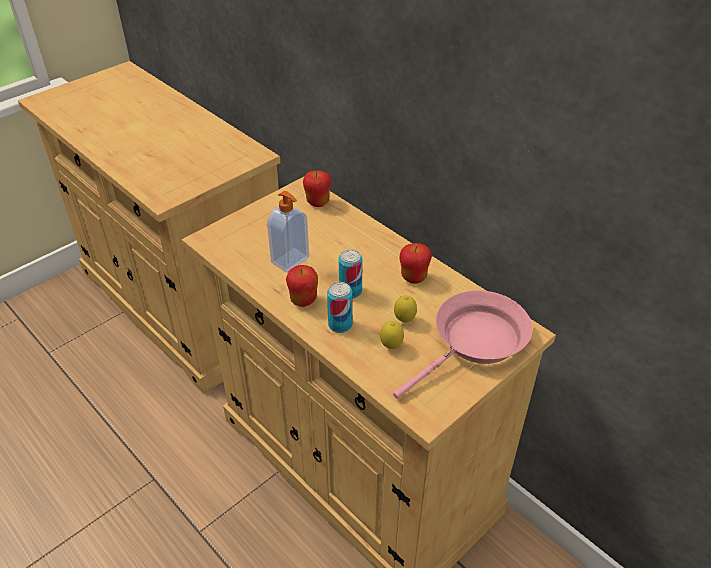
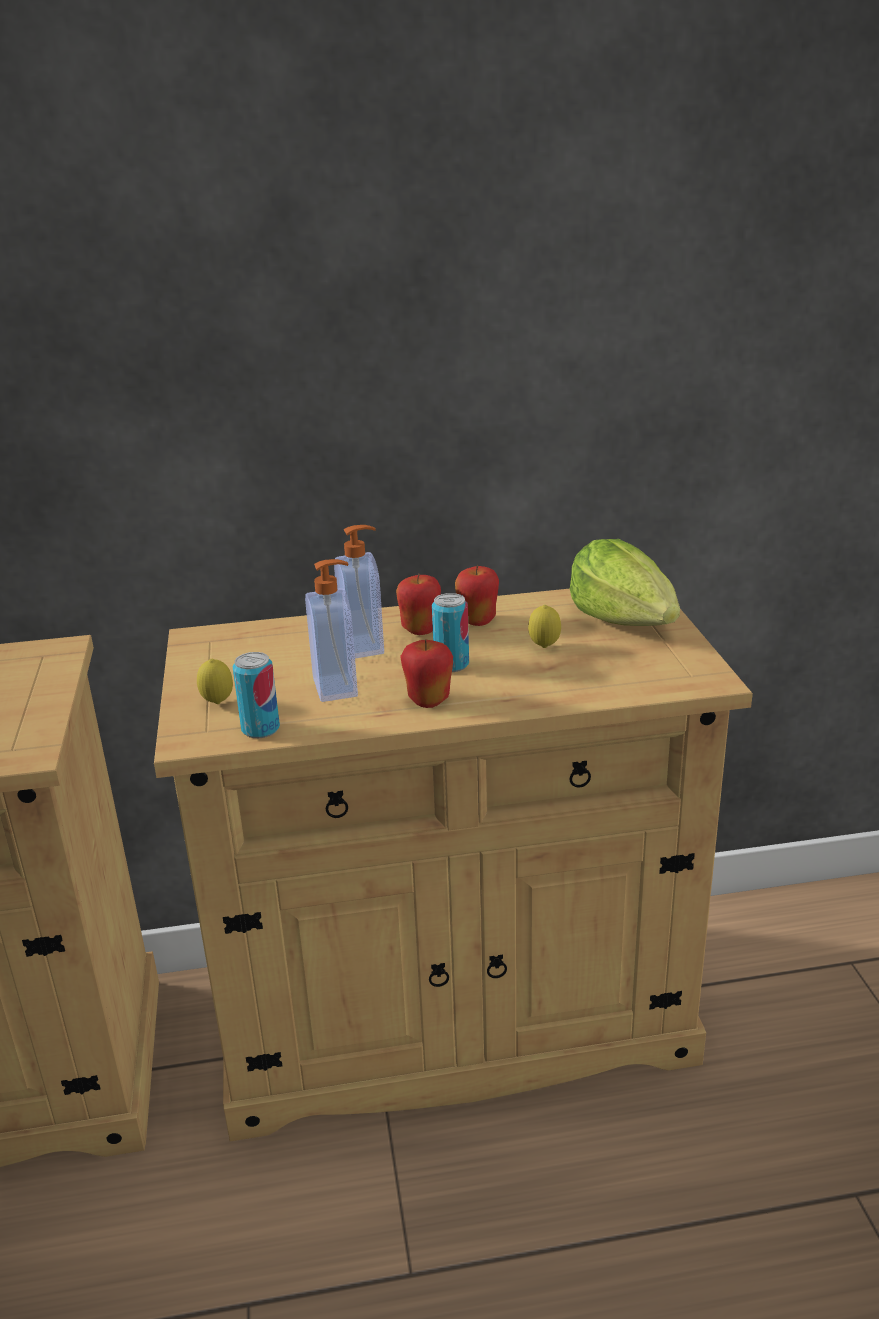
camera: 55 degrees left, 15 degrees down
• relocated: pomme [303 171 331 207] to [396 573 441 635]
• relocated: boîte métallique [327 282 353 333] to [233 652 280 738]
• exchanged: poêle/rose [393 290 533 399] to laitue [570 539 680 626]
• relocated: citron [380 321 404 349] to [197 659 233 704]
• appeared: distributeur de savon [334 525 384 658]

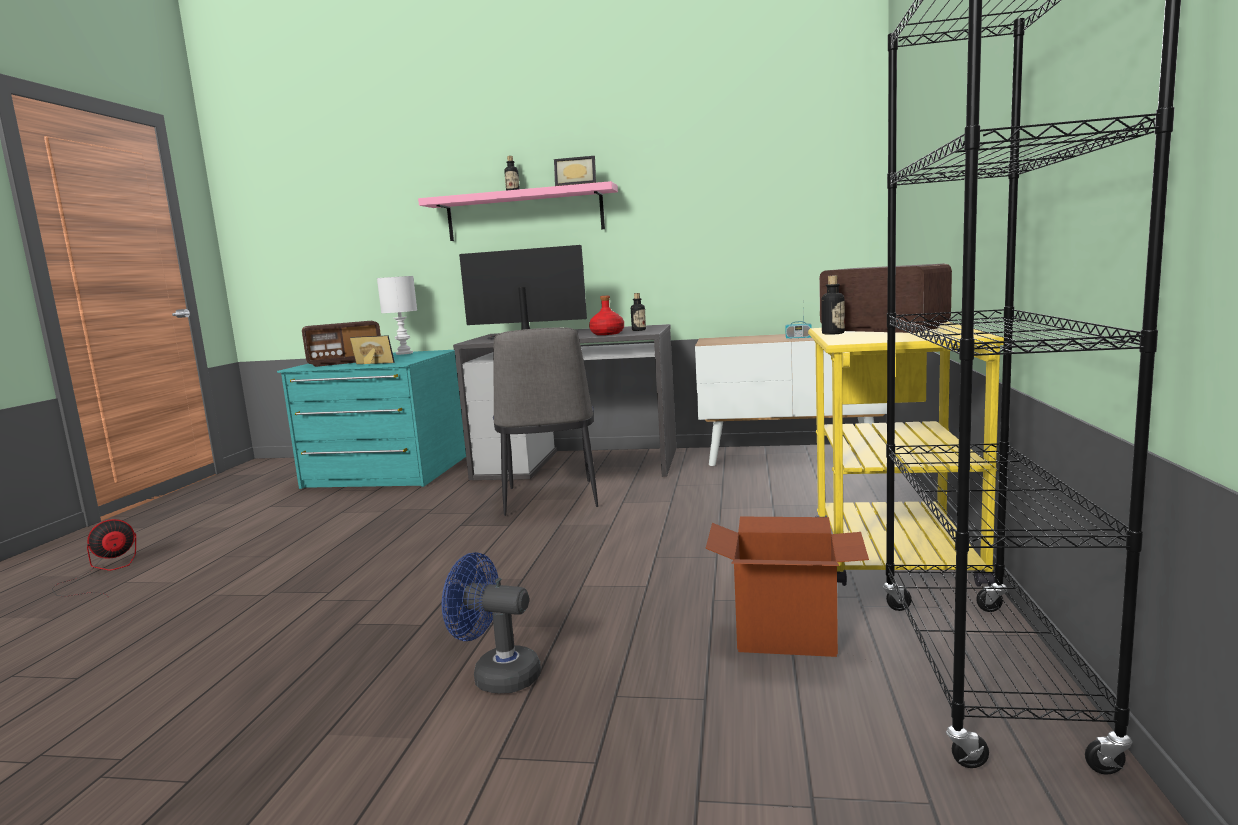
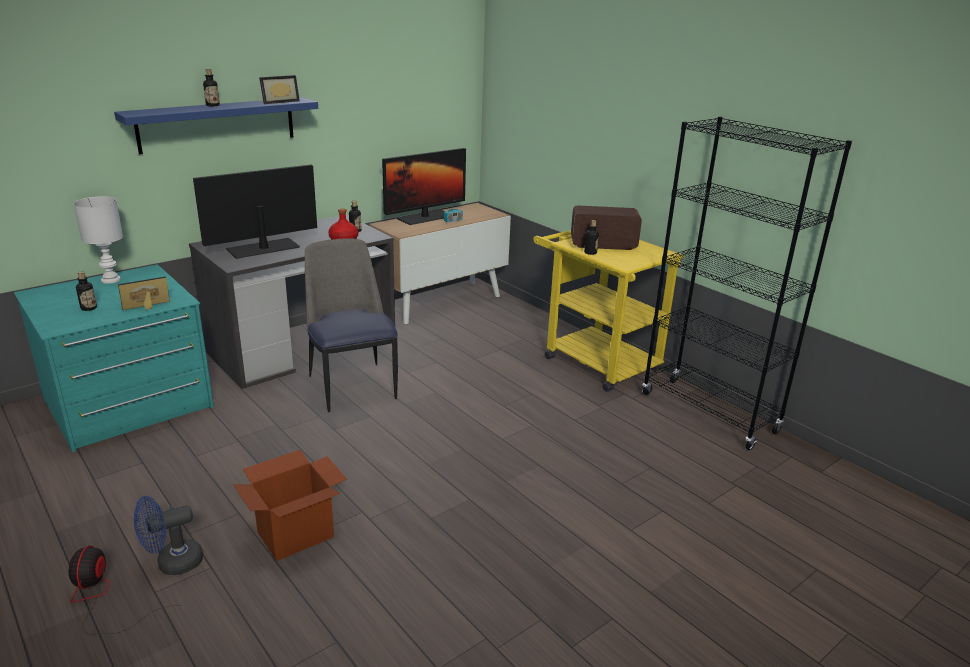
camera: 50 degrees left, 15 degrees up
• colour: étagère/rose [418 181 618 241] to étagère/bleu [114 97 318 154]
• exchanged: radio [302 321 381 367] to bouteille [76 271 97 311]
• spun: chaise [493 327 598 516] = [305 238 398 412] 150 degrees counterclockwise
• relocated: carton [705 517 869 657] to [233 450 347 561]
• relocated: ventilateur/bleu [442 552 541 693] to [134 496 203 575]
• appeared: écran d'ordinateur [382 148 466 225]

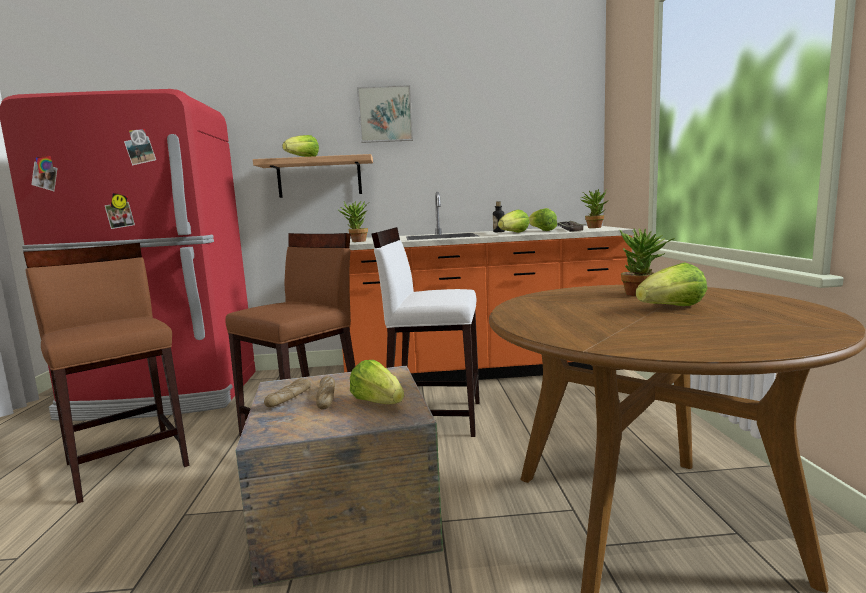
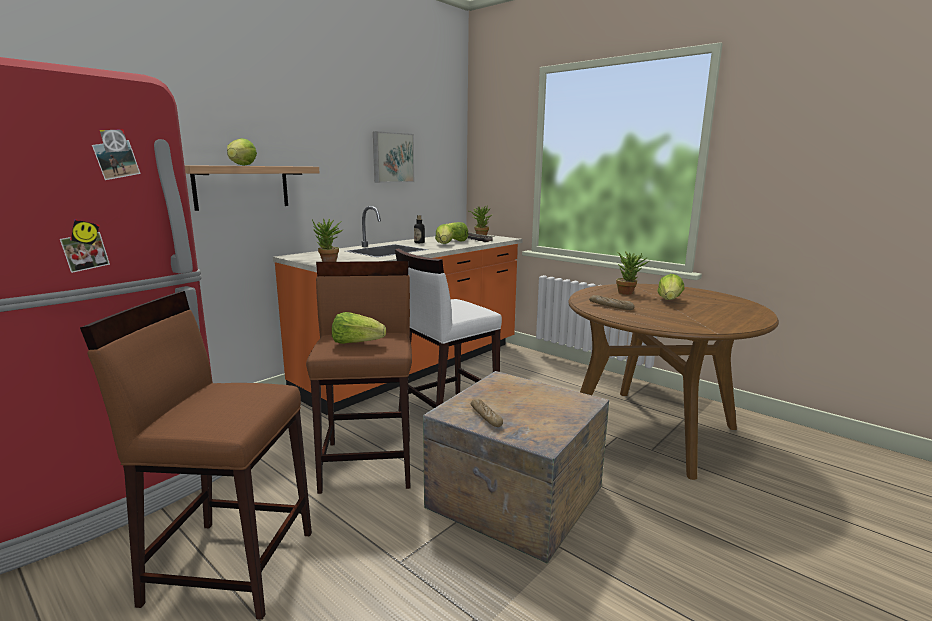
camera: 45 degrees left, 5 degrees up
• relocated: tableau [357 85 413 143] to [373 131 414 183]
• relocated: laitue [350 360 404 404] to [332 312 386 344]
• relocated: pain [316 376 335 410] to [589 295 634 310]

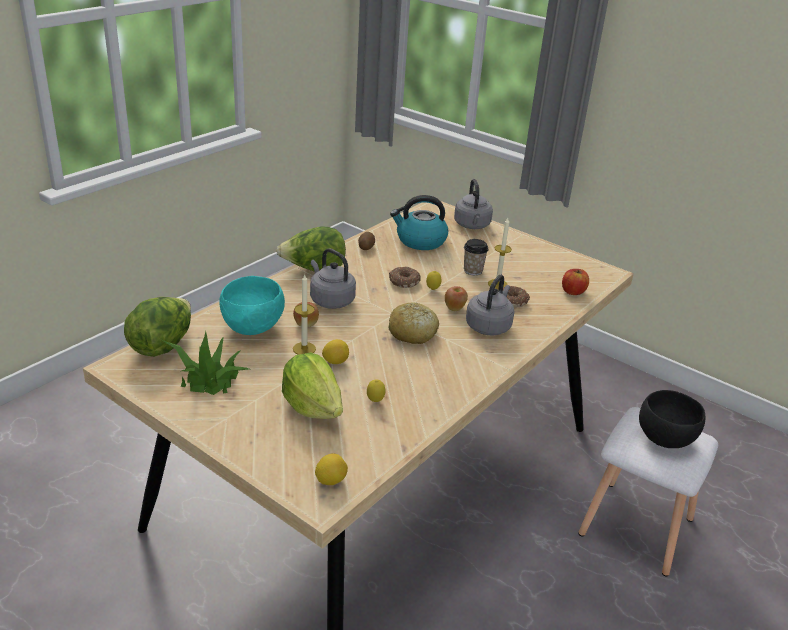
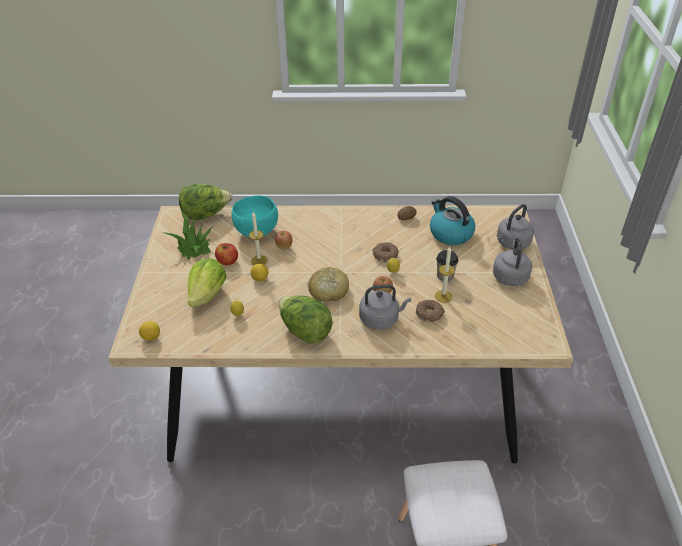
camera: 55 degrees right, 10 degrees up
• relocated: laitue [276 227 346 271] to [278 296 333 344]
• relocated: bouilloire/gris [310 248 356 309] to [493 238 532 286]
• relocated: pomme [562 269 589 295] to [215 243 238 265]
• missing: bol/noir [639 390 705 448]

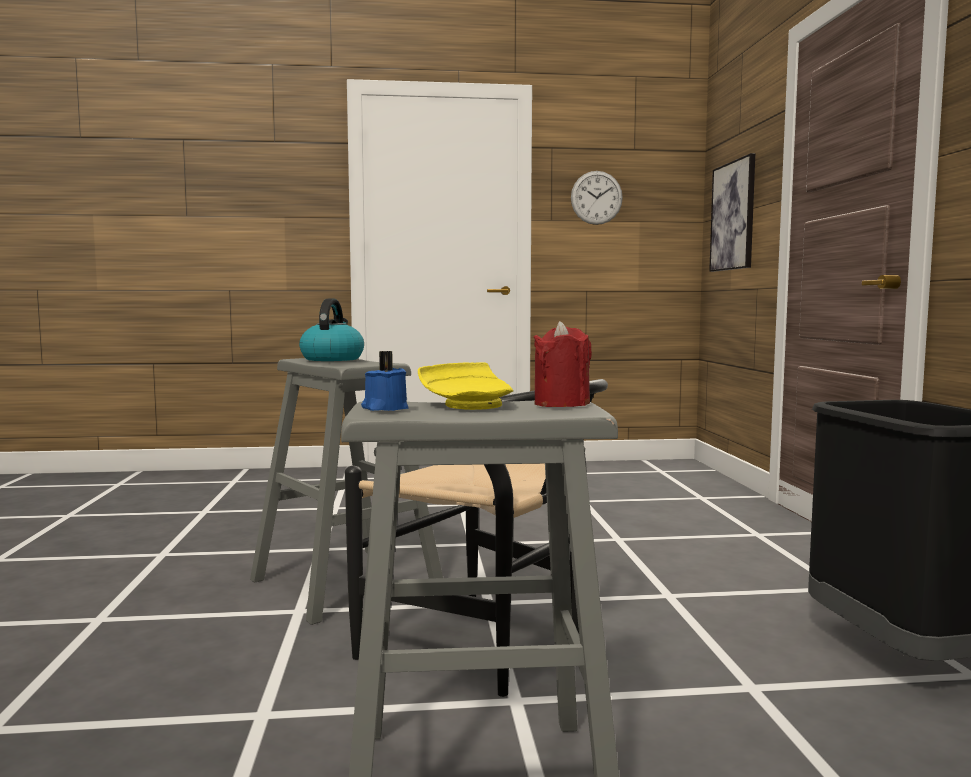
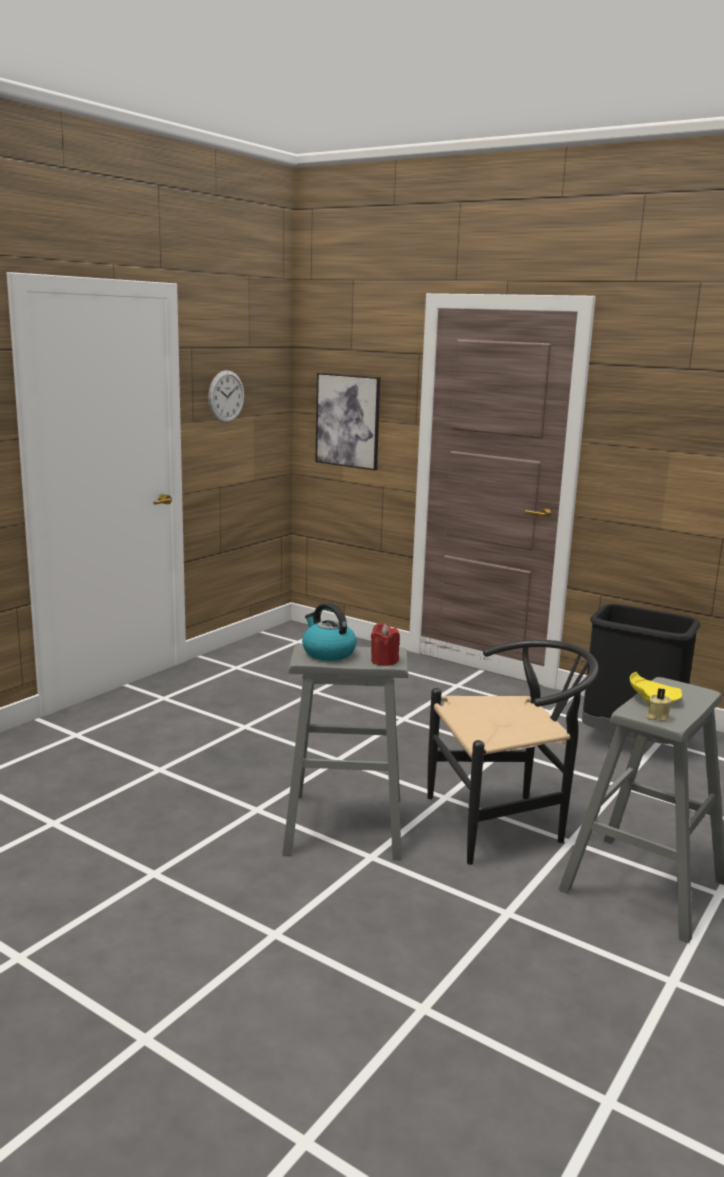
camera: 50 degrees left, 10 degrees up
• relocated: bougie/rouge [534 321 592 407] to [371 623 400 666]
• colour: bougie/bleu [361 351 408 411] to bougie/beige [646 688 672 721]

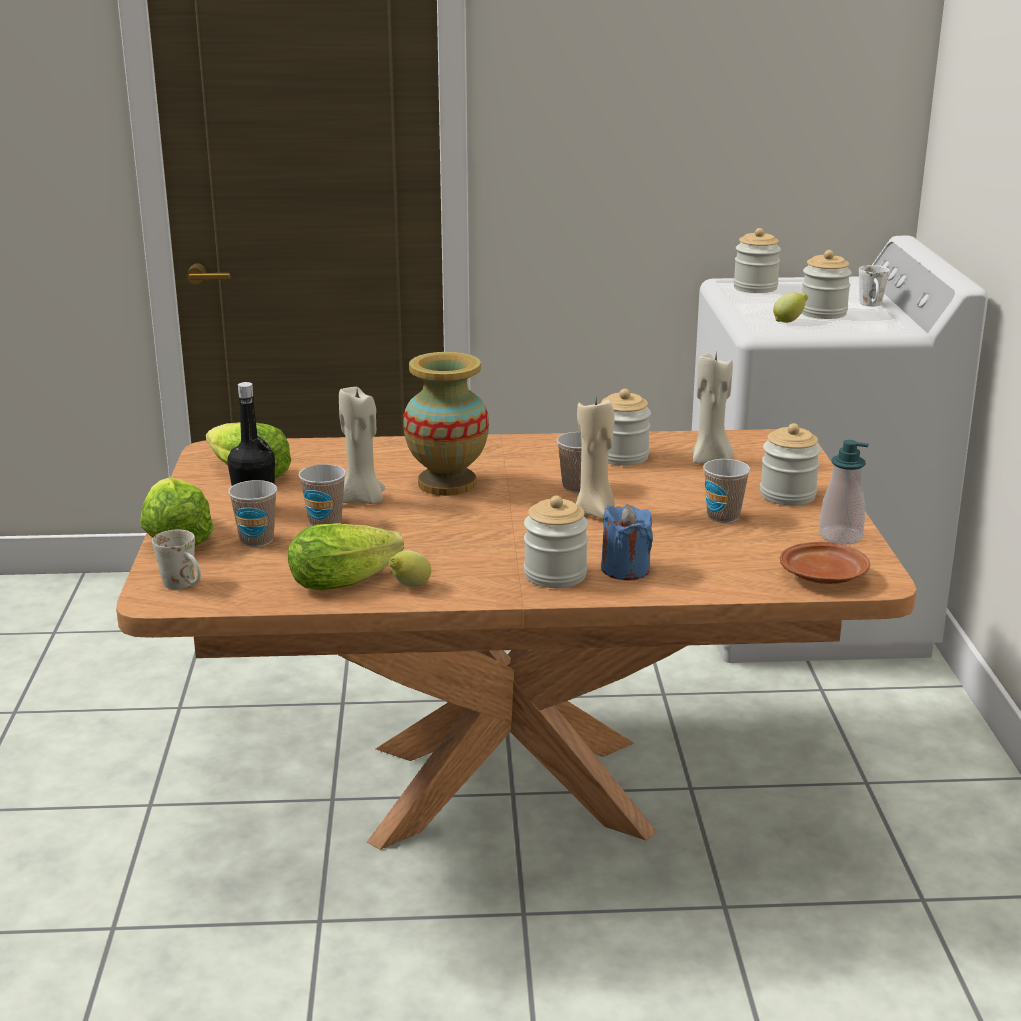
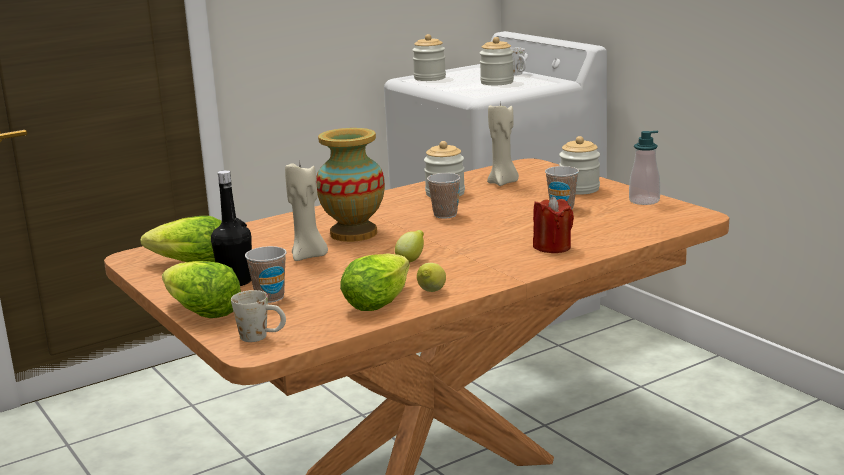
camera: 30 degrees left, 5 degrees down
• relocated: citron [773 292 808 323] to [395 230 424 262]
• missing: bougie/beige [576 398 615 519]
• missing: tasse [299 464 346 526]
• missing: bocal [524 496 588 588]
• colour: bougie/bleu [601 504 653 580] to bougie/rouge [533 196 574 253]
• missing: assiette/marron [780 542 870 584]

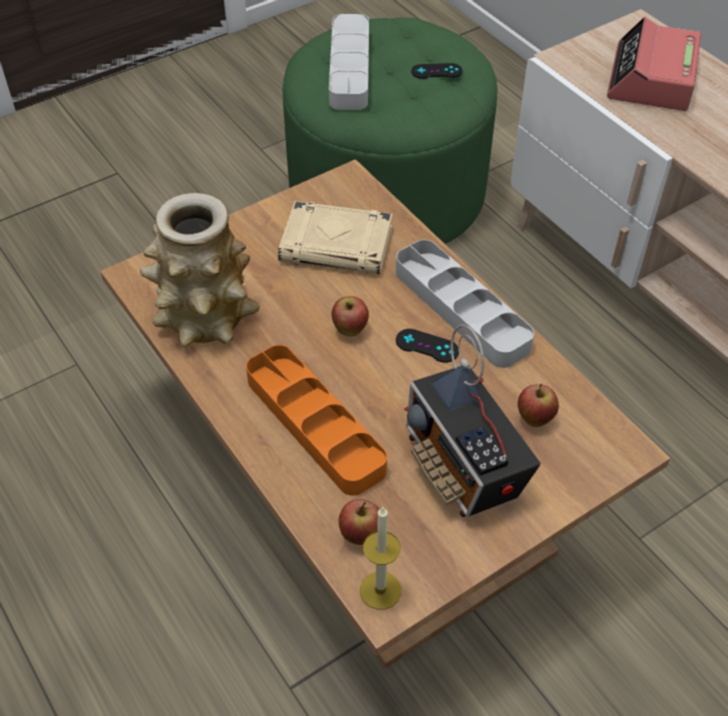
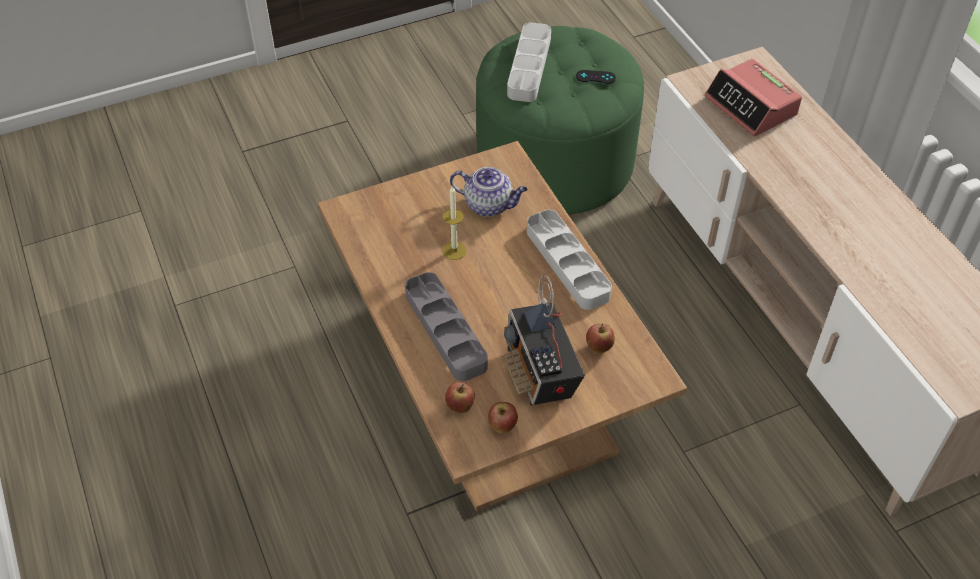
camera: 10 degrees right, 0 degrees up
• spun: réveil [607 17 701 111] = [705 59 802 136] 60 degrees counterclockwise
• missing: vase [140 193 260 347]
• exchanged: livre/beige [278 201 393 274] to théière [450 167 528 217]
• relocated: pomme [332 296 369 337] to [488 402 518 434]
• missing: manette/noir [396 329 459 363]
• colour: plateau/orange [246 345 387 496] to plateau/gris [405 272 488 381]
• relocated: bougie [360 507 401 610] to [442 186 467 260]

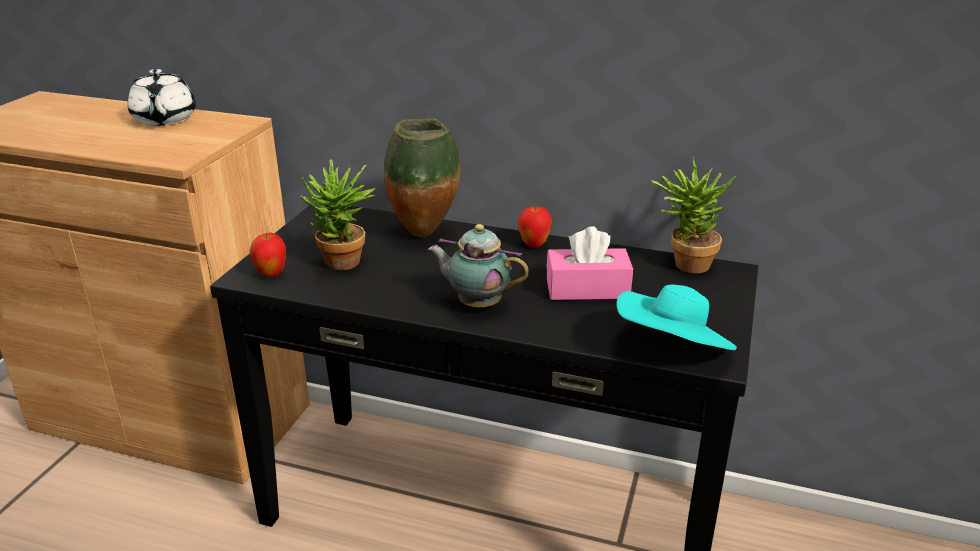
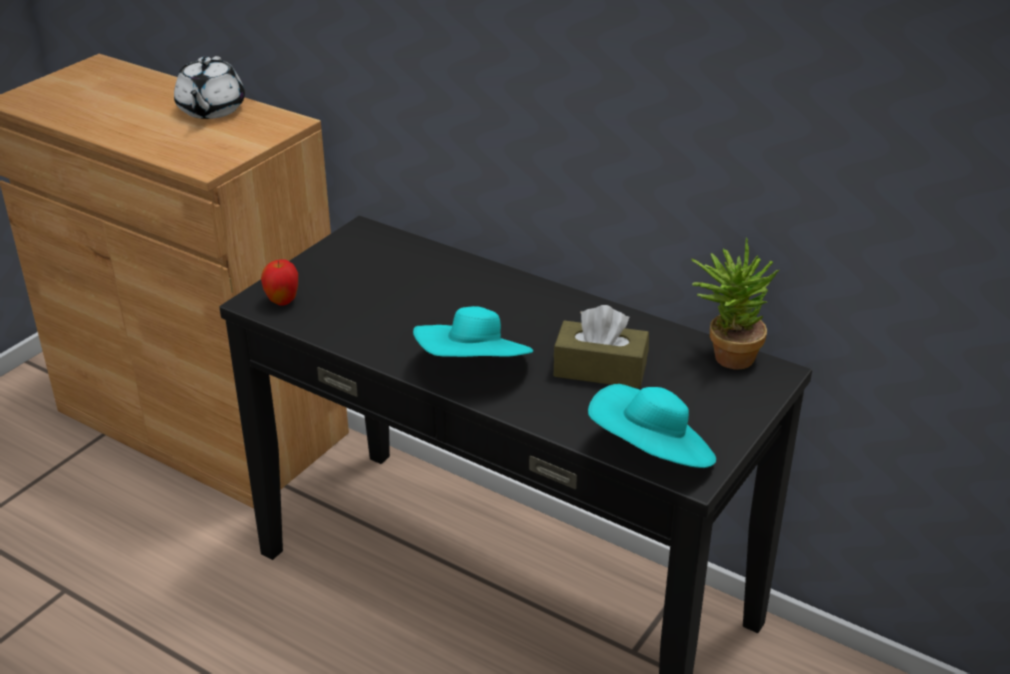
camera: 15 degrees right, 5 degrees up
• missing: vase [384 118 461 237]
• missing: plante en pot [299 159 376 270]
• missing: pomme [518 206 552 248]
• exchanged: théière [428 224 529 307] to chapeau/turquoise [413 306 533 357]
• colour: boîte à mouchoirs/rose [546 226 633 300] to boîte à mouchoirs/marron [554 305 649 388]

